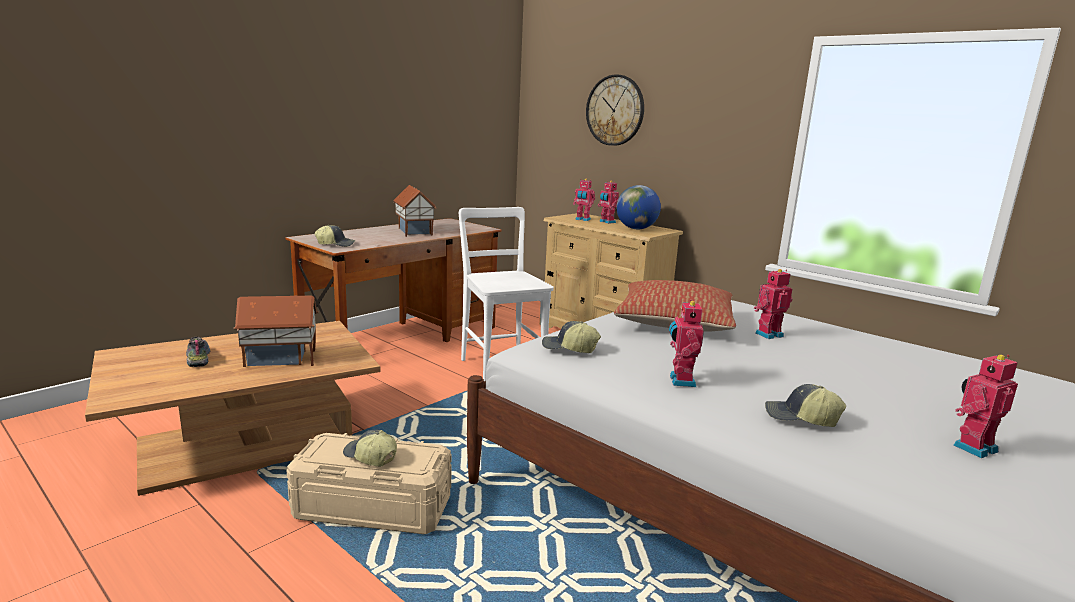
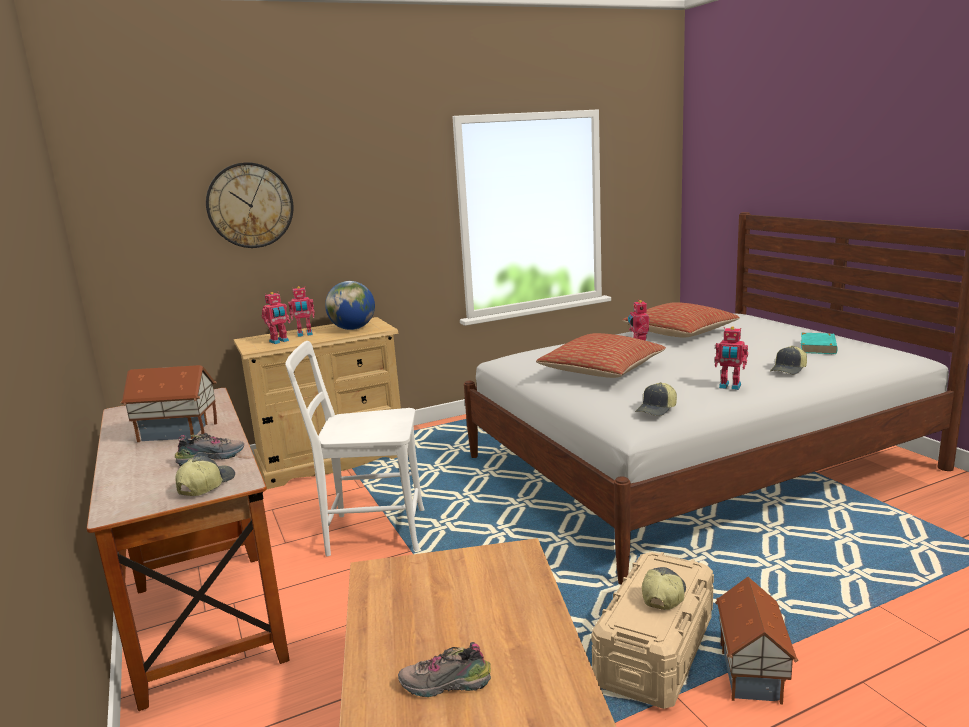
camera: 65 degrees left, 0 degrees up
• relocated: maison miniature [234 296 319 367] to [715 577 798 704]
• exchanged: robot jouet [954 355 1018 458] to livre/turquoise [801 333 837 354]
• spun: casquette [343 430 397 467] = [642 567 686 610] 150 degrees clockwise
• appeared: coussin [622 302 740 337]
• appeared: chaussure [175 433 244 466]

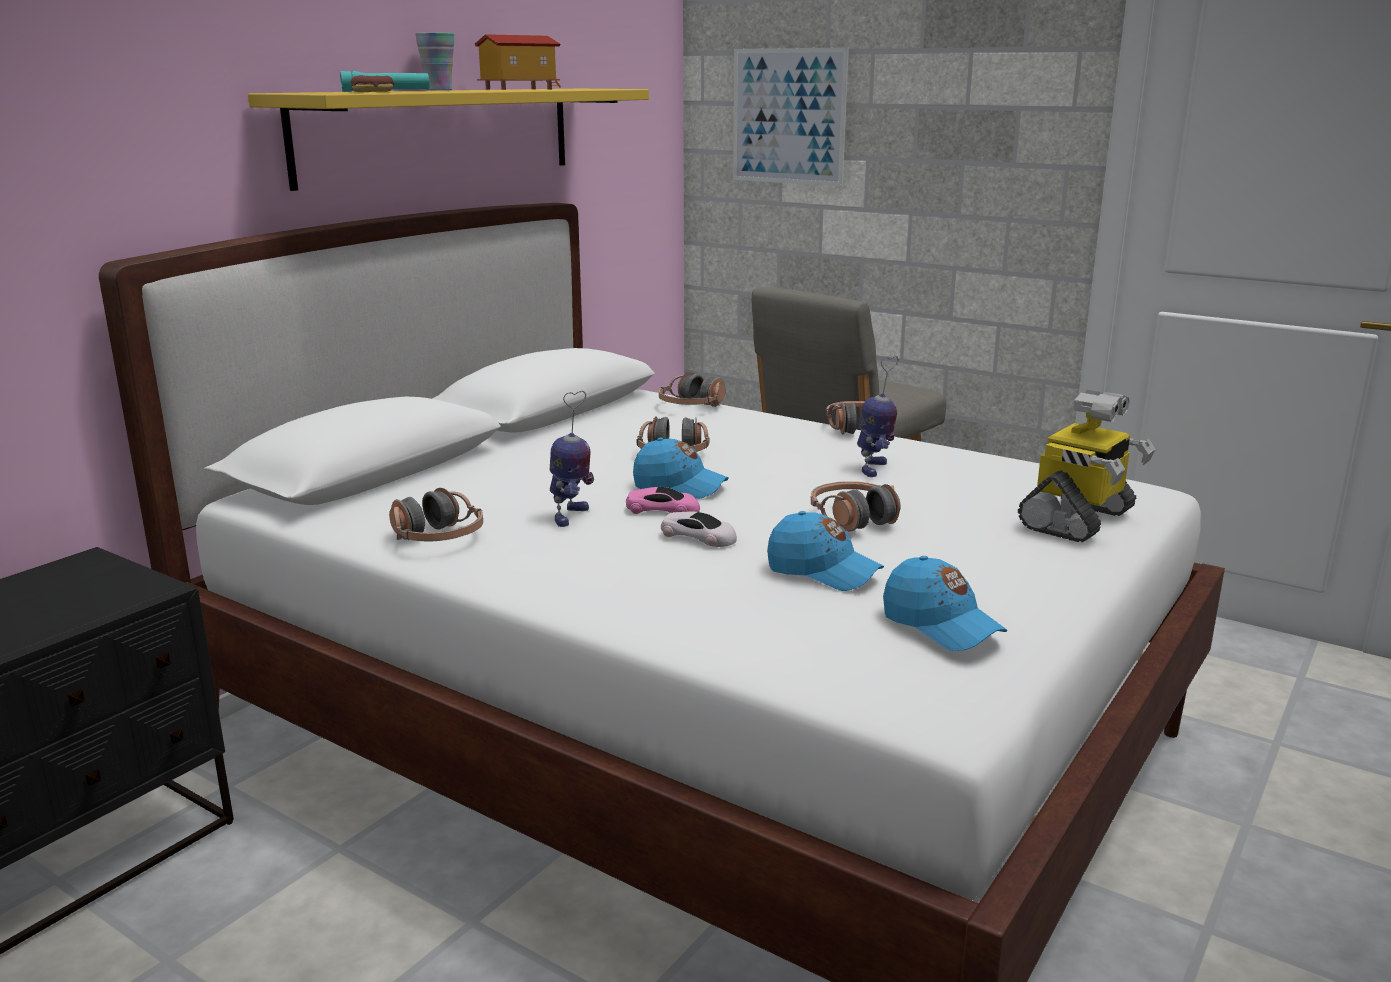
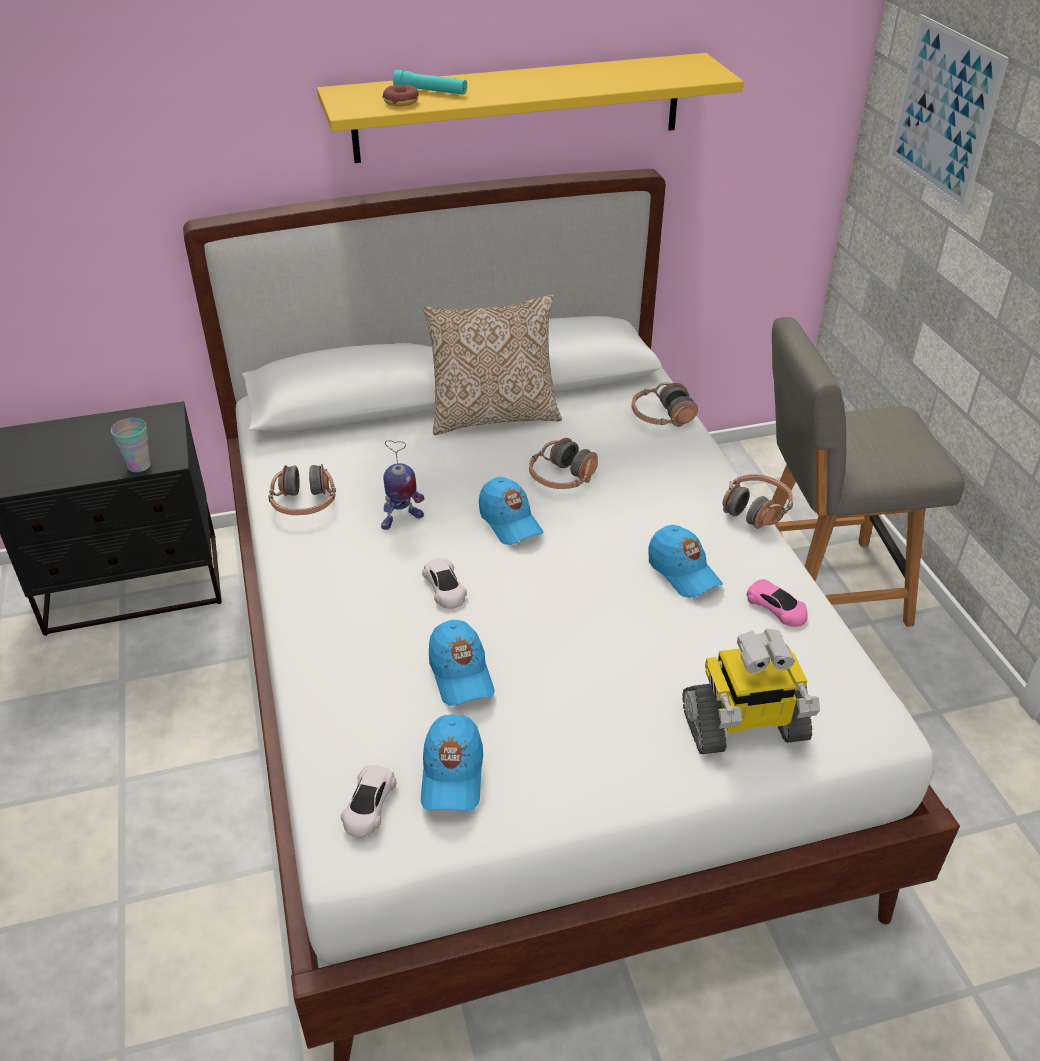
camera: 40 degrees right, 20 degrees up
• relocated: tasse [415 32 454 90] to [111 418 151 472]
• missing: maison miniature [475 34 561 90]
• exchanged: robot jouet [857 356 899 477] to casquette/bleu [648 525 723 598]
• missing: casque audio [811 481 901 532]
• relocated: petite voiture/rose [626 487 700 514] to [747 579 808 627]
• appeared: coussin [423 294 562 435]
• appeared: petite voiture/blanc [341 765 397 838]

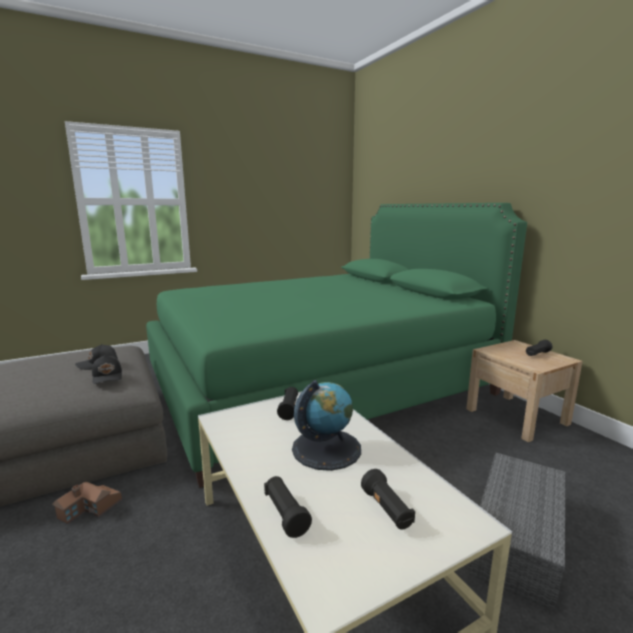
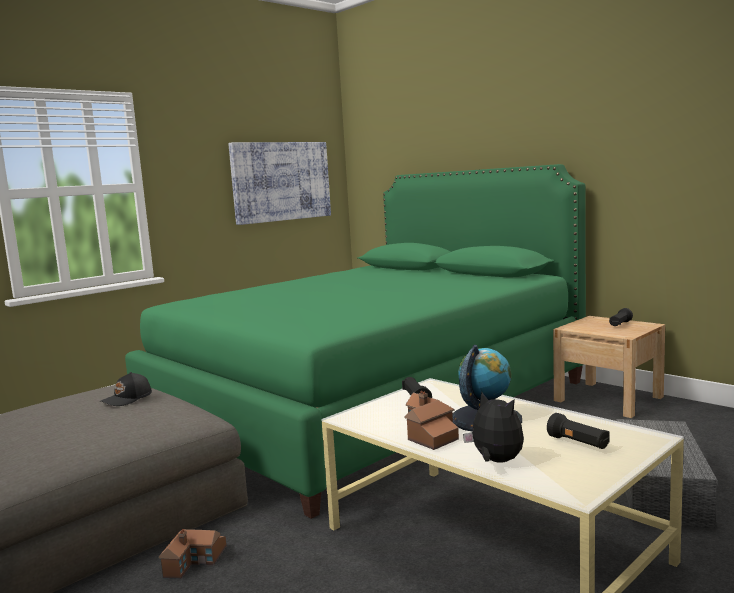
camera: 15 degrees left, 5 degrees down
• missing: casquette/noir [92 355 122 384]
• exchanged: lampe de poche/noir [264 476 312 538] to peluche [463 391 524 463]
• appeared: tableau [228 142 331 225]
• appeared: maison miniature [404 391 459 450]

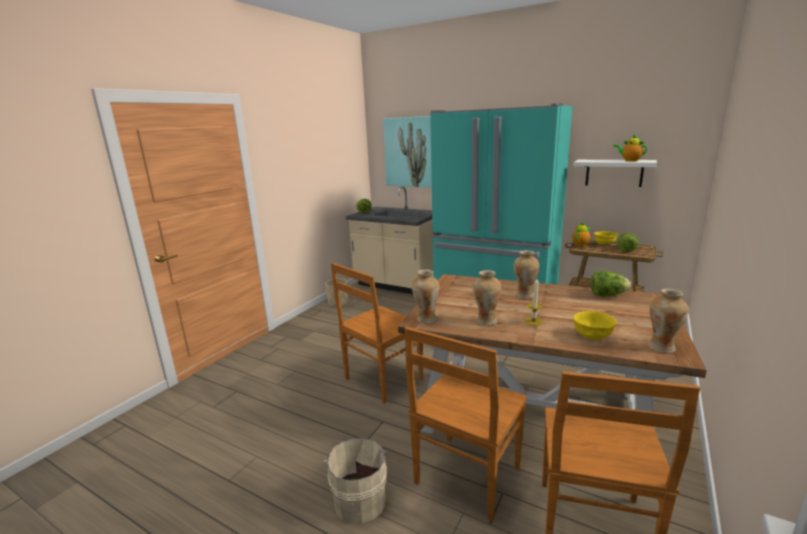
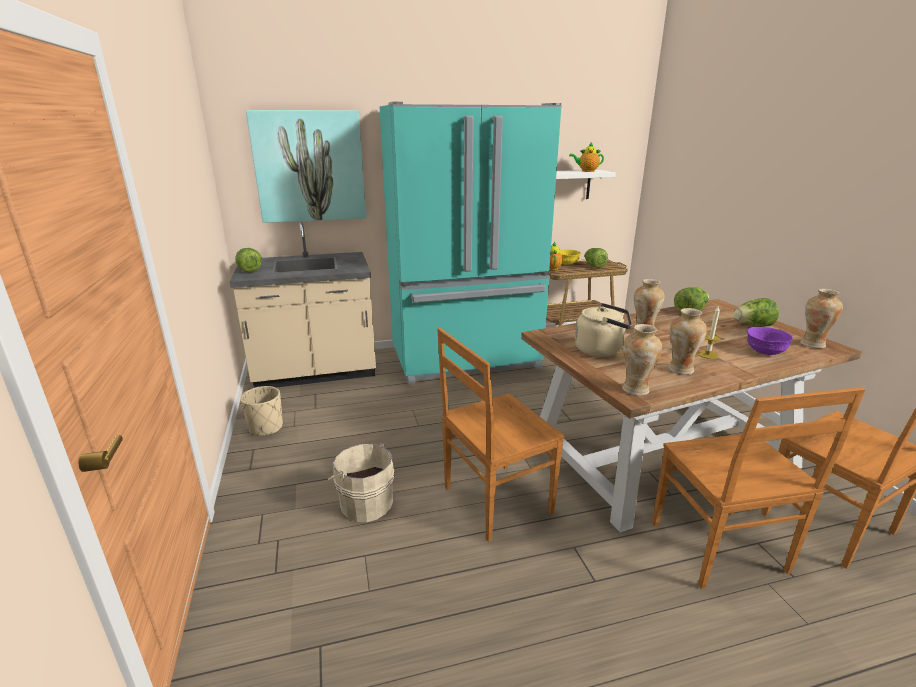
camera: 45 degrees left, 5 degrees up
• spun: chaise/marron [331 263 423 403] = [437 328 565 541] 60 degrees clockwise
• colour: bol/jaune [574 311 617 340] to bol/violet [747 327 793 355]
• relocated: seau/beige [323 438 388 524] to [328 443 395 522]
• appeared: laitue [733 298 779 327]
• appeared: bouilloire/beige [575 303 632 357]

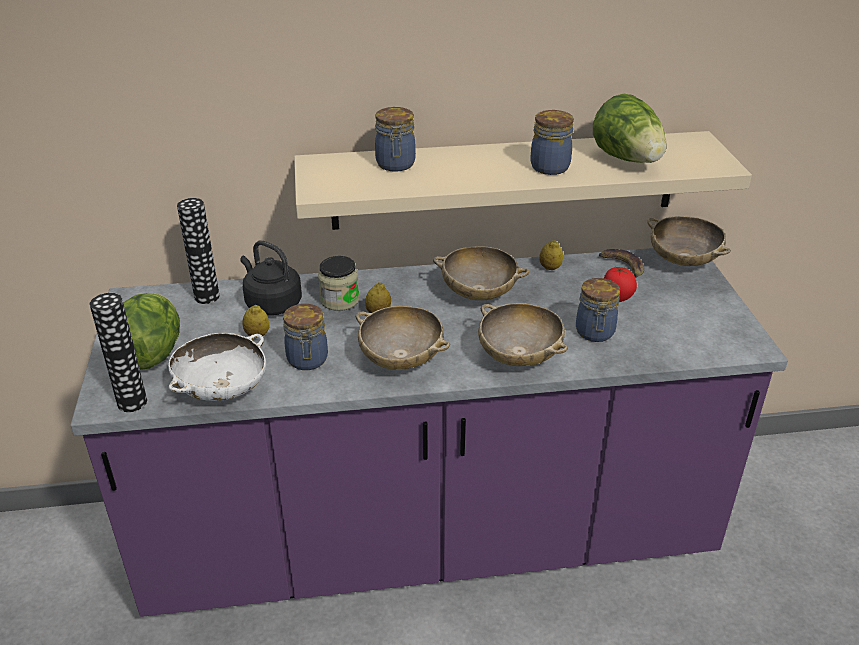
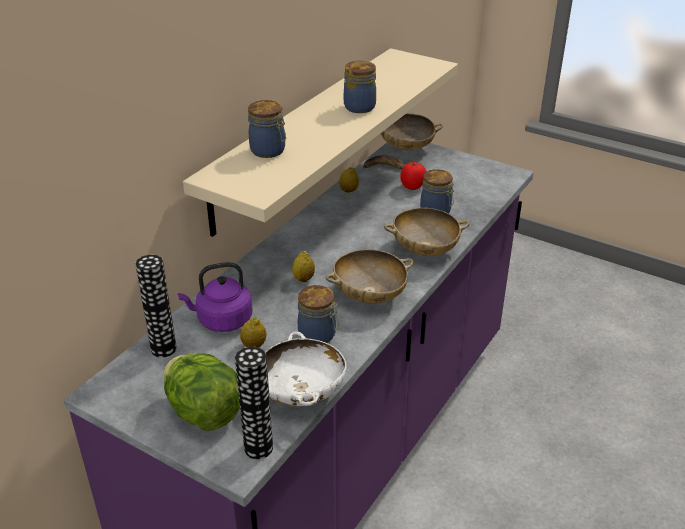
camera: 50 degrees left, 0 degrees up
• missing: laitue [593 94 666 163]
• colour: bouilloire/noir [240 240 302 315] to bouilloire/violet [178 262 252 332]
• missing: bol/beige [433 246 529 301]
• missing: bocal [318 256 360 311]

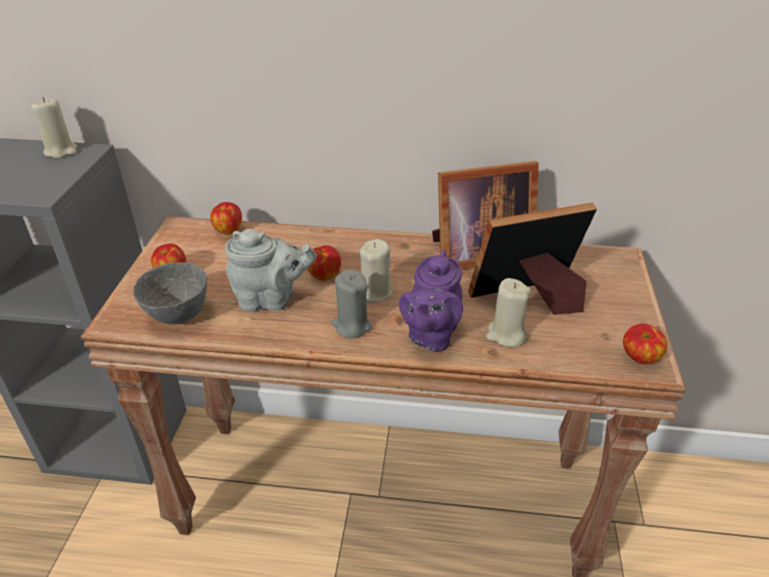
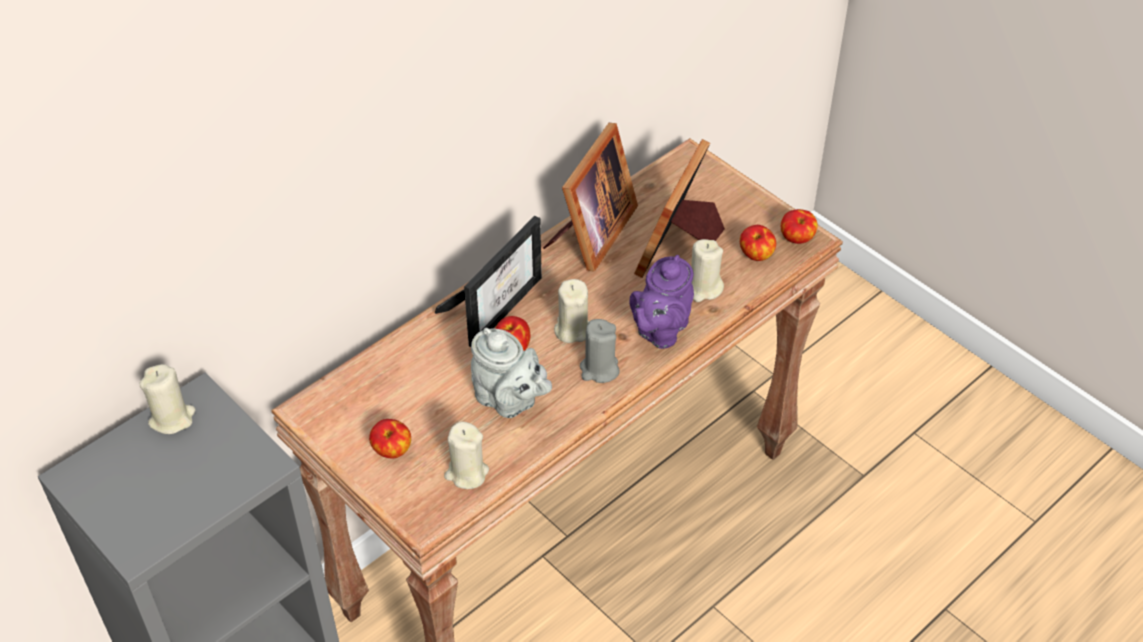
camera: 50 degrees left, 10 degrees up
• relocated: pomme [210 202 242 235] to [740 225 776 261]
• spun: théière/gris [225 229 317 312] = [471 328 552 418] 90 degrees clockwise
• spun: théière/violet [399 250 463 352] = [629 255 694 349] 60 degrees clockwise
• exchanged: bol/gris [133 262 207 324] to bougie/beige [444 421 489 489]
• appeared: cadre photo [435 216 542 347]

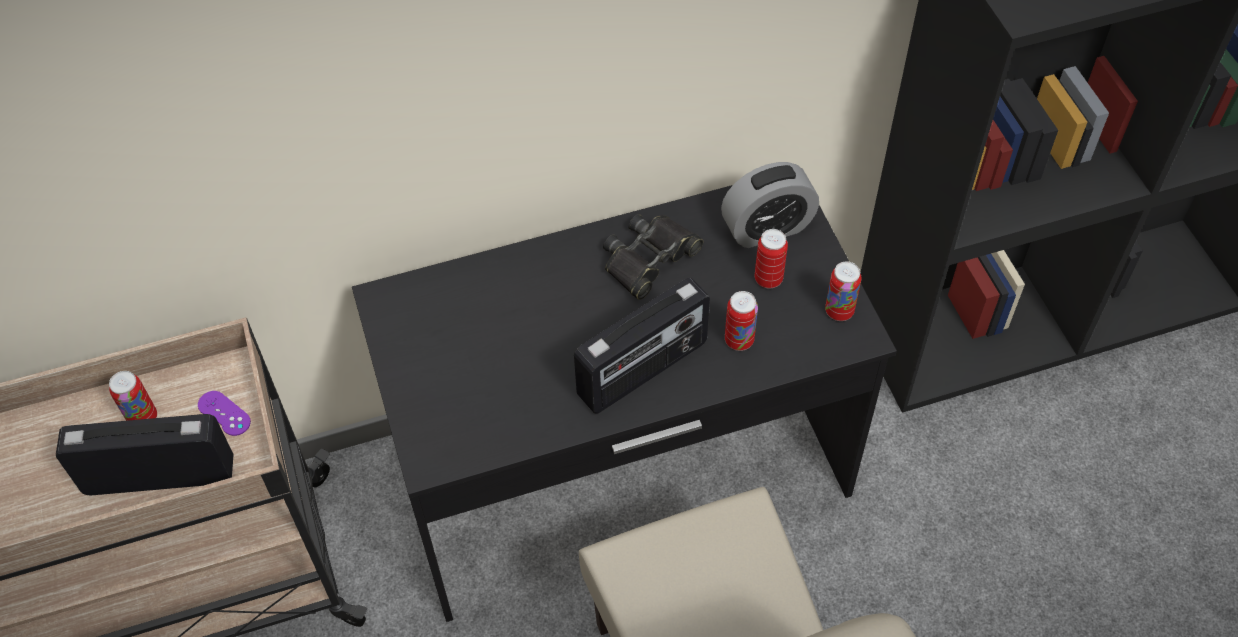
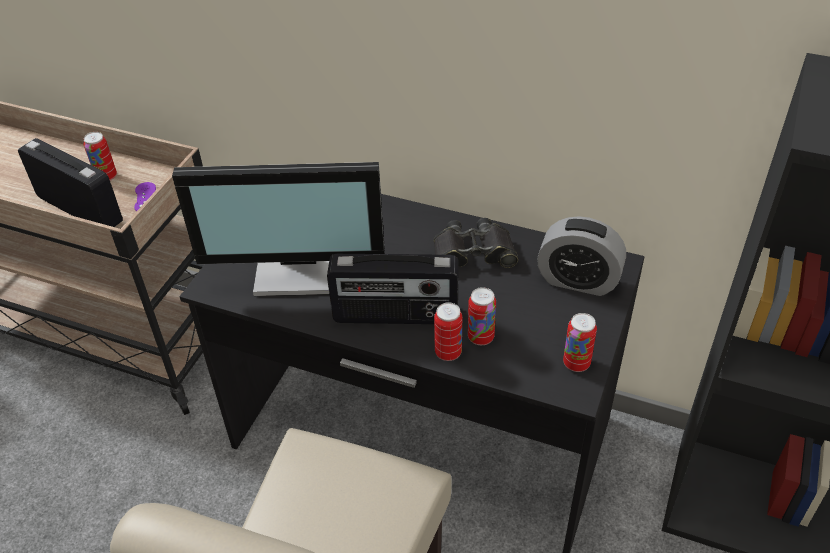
camera: 40 degrees right, 10 degrees down
• relocated: boîte métallique [755 229 788 289] to [434 302 462 361]
• appeared: écran d'ordinateur [172 162 385 296]

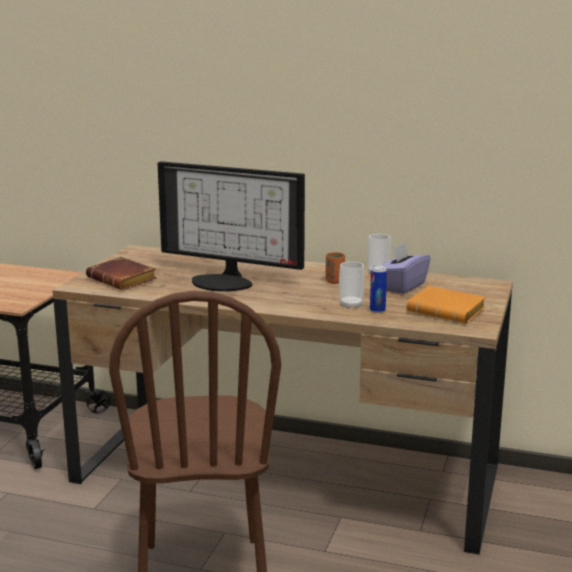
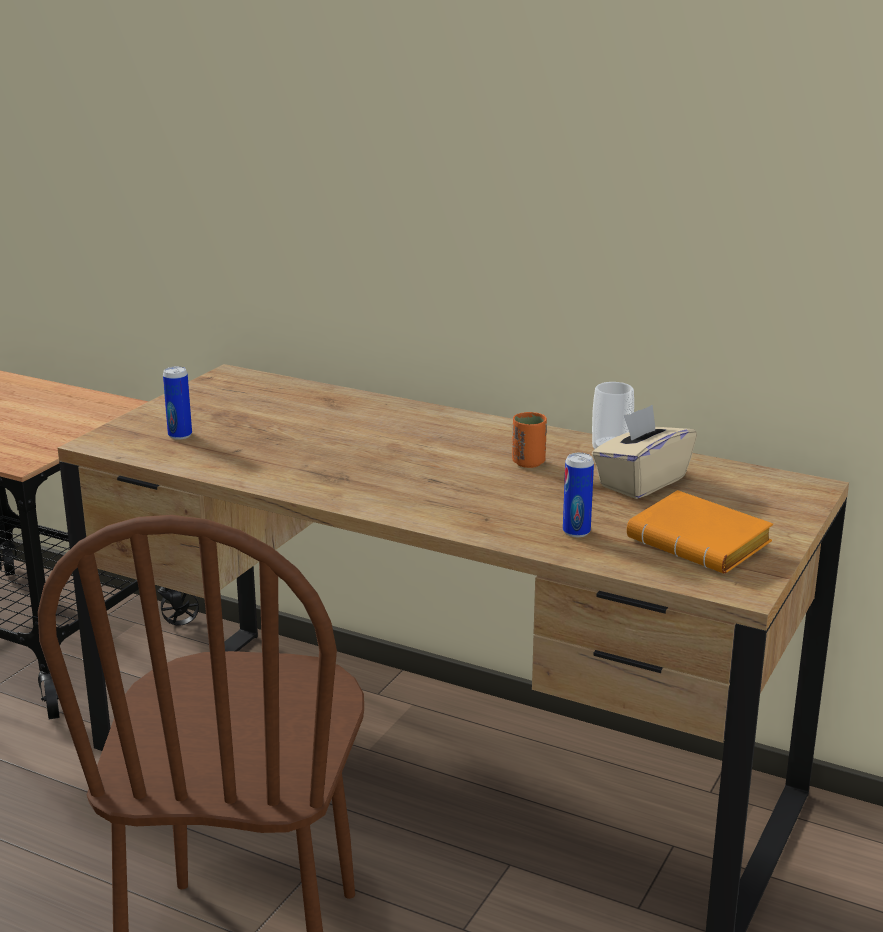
camera: 10 degrees right, 5 degrees up
• missing: écran d'ordinateur [157 161 305 291]
• colour: boîte à mouchoirs/violet [382 243 431 294] to boîte à mouchoirs/beige [592 405 697 499]
• exchanged: livre/marron [86 257 157 290] to boîte métallique [163 366 192 440]
• missing: tasse [339 261 365 309]

